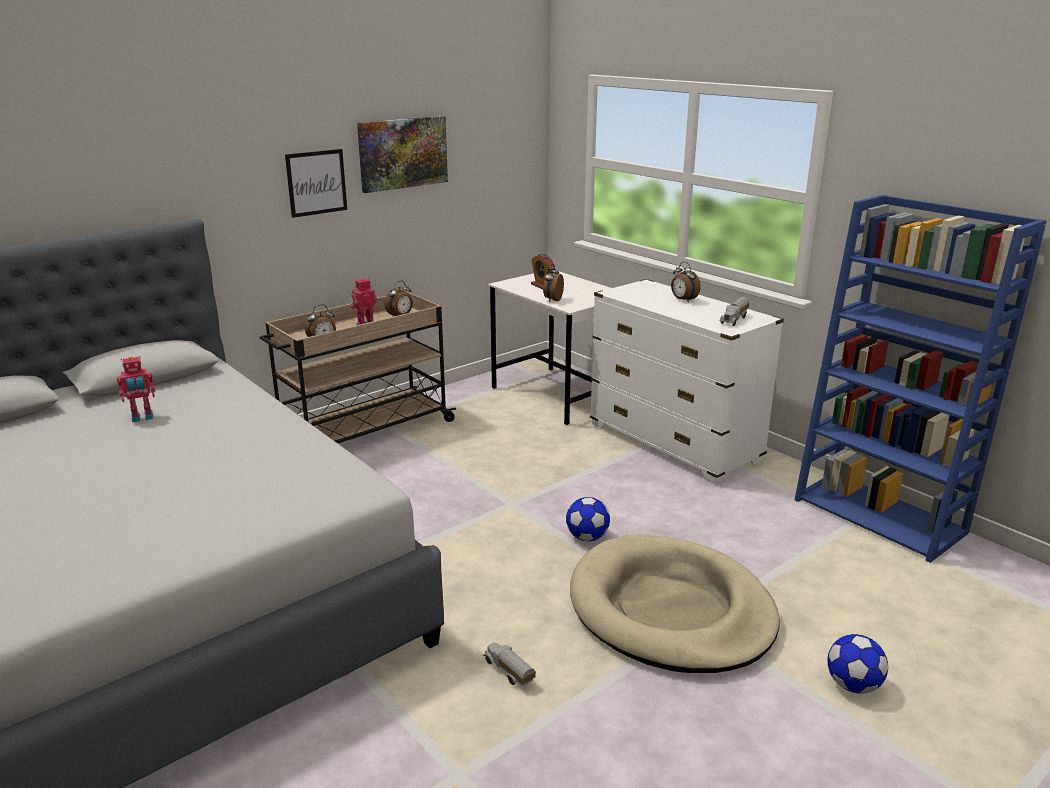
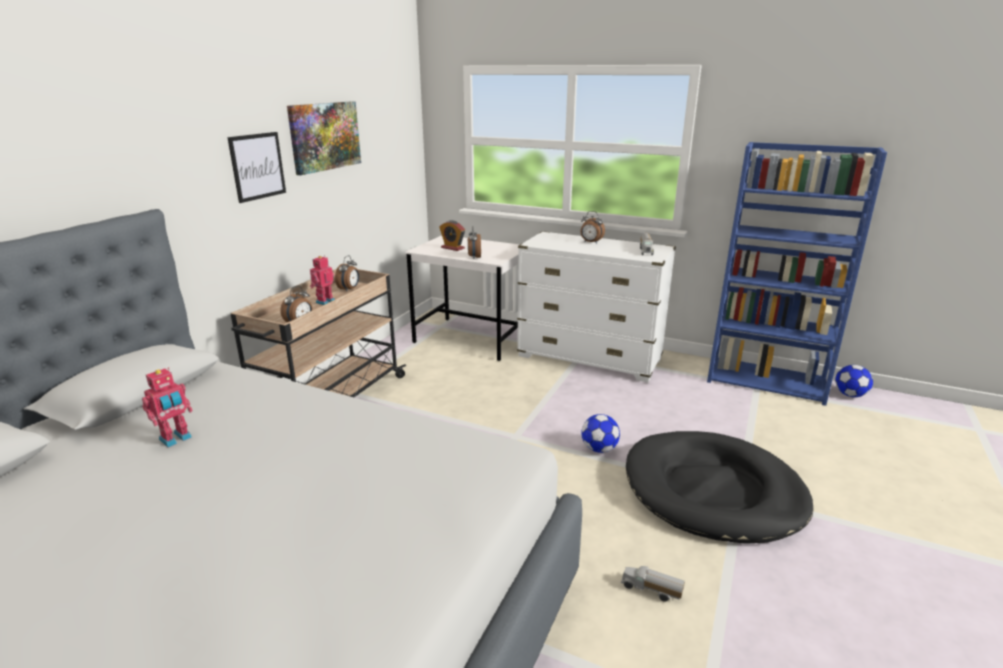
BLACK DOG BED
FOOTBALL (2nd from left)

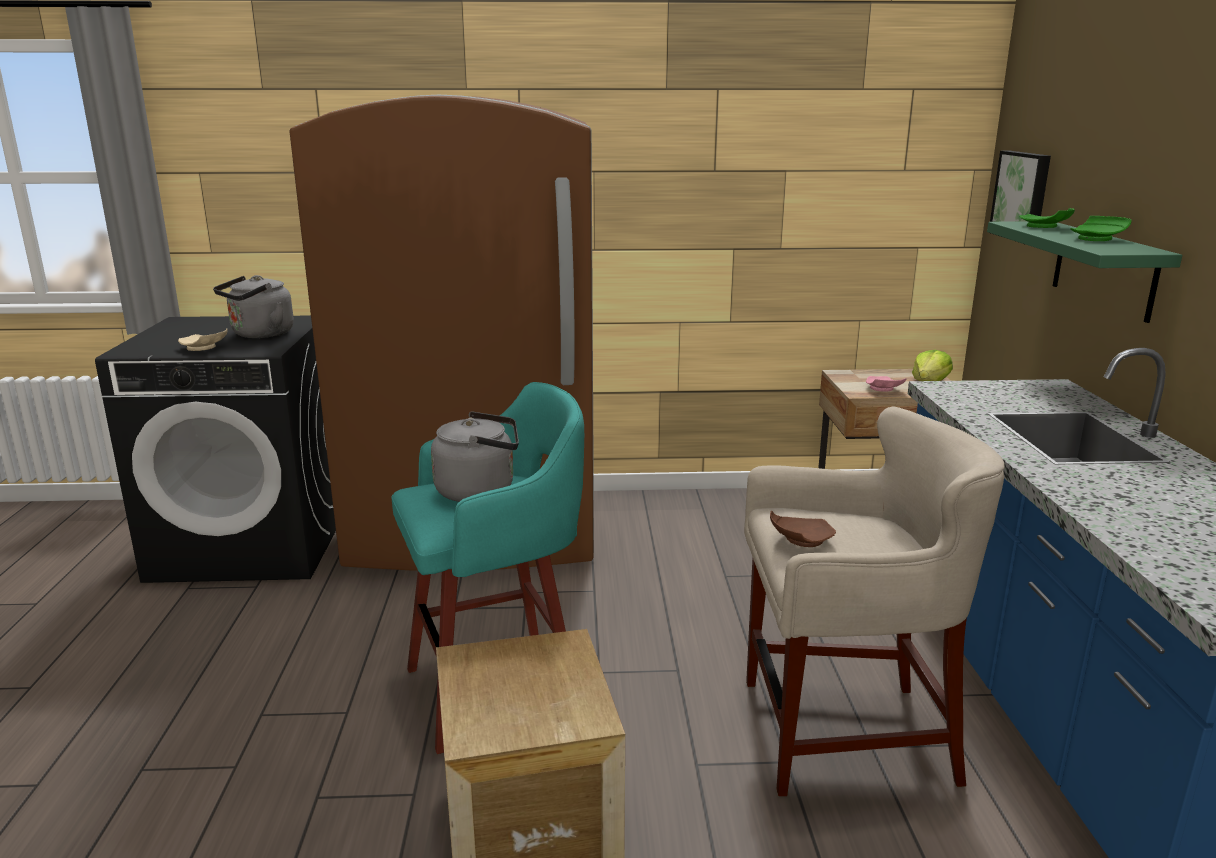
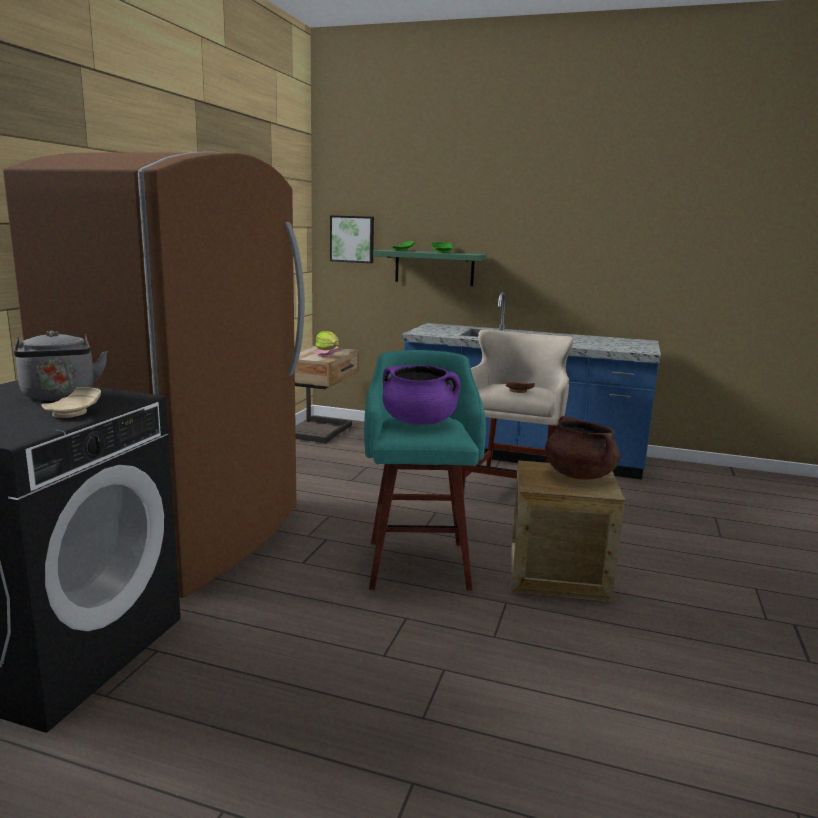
PURPLE COOKING POT
BROWN COOKING POT

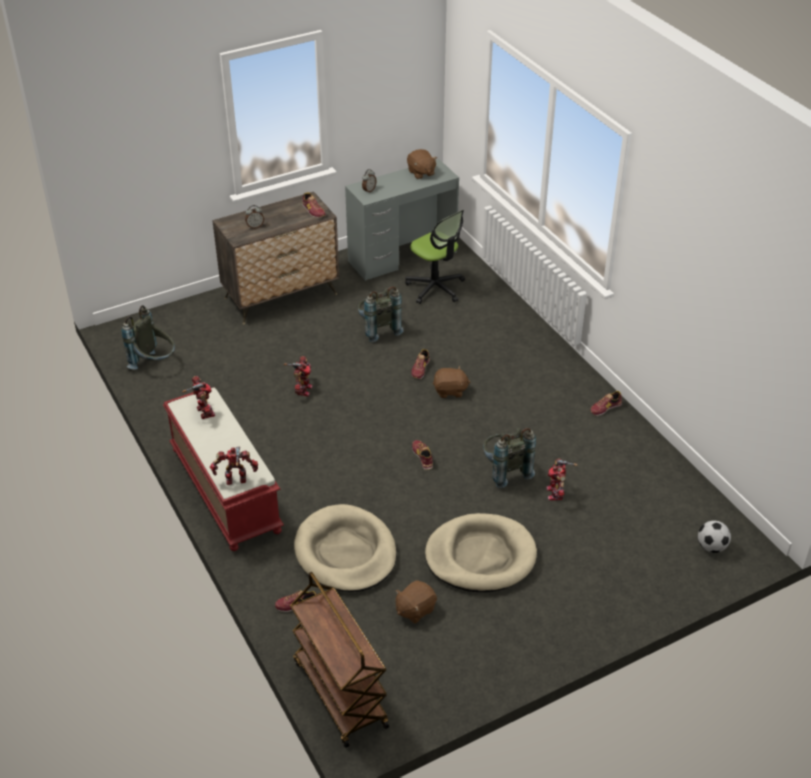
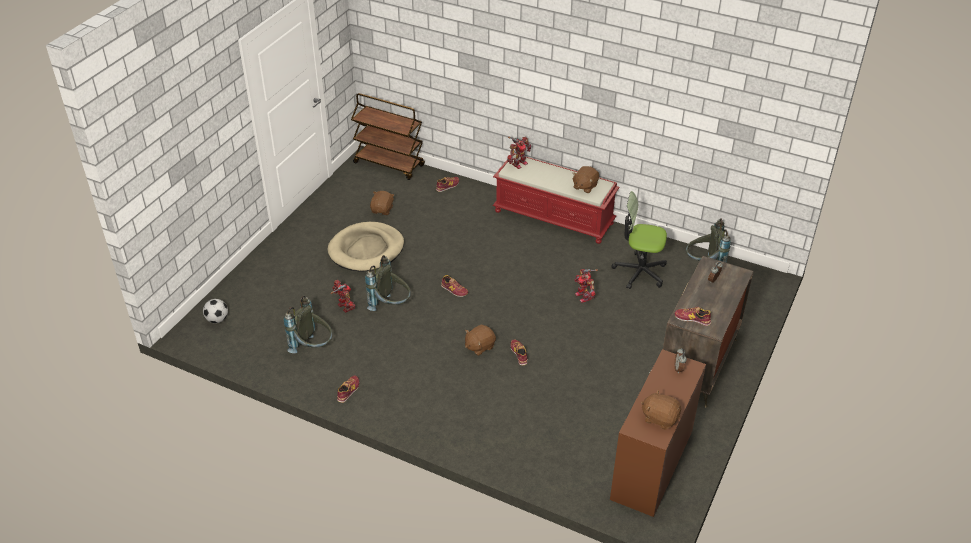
BROWN PLUSH TOY (3rd from left)
BEIGE DOG BED (1st from left in the first image)
BROWN DESK
GREY BACKPACK (1st from left)
OFFICE CHAIR

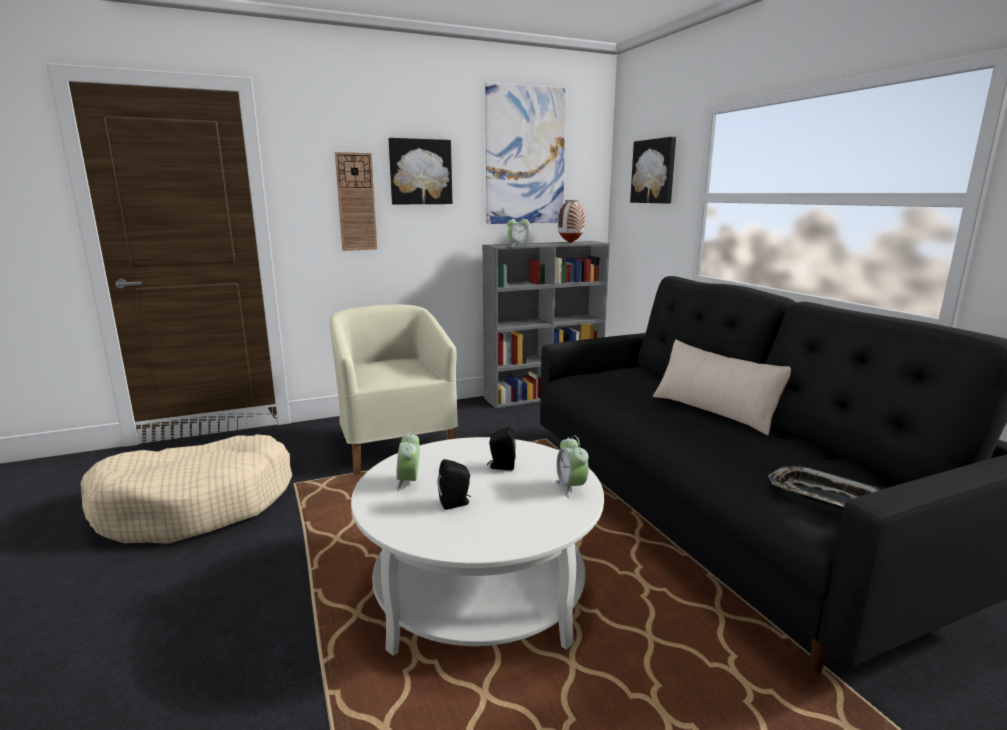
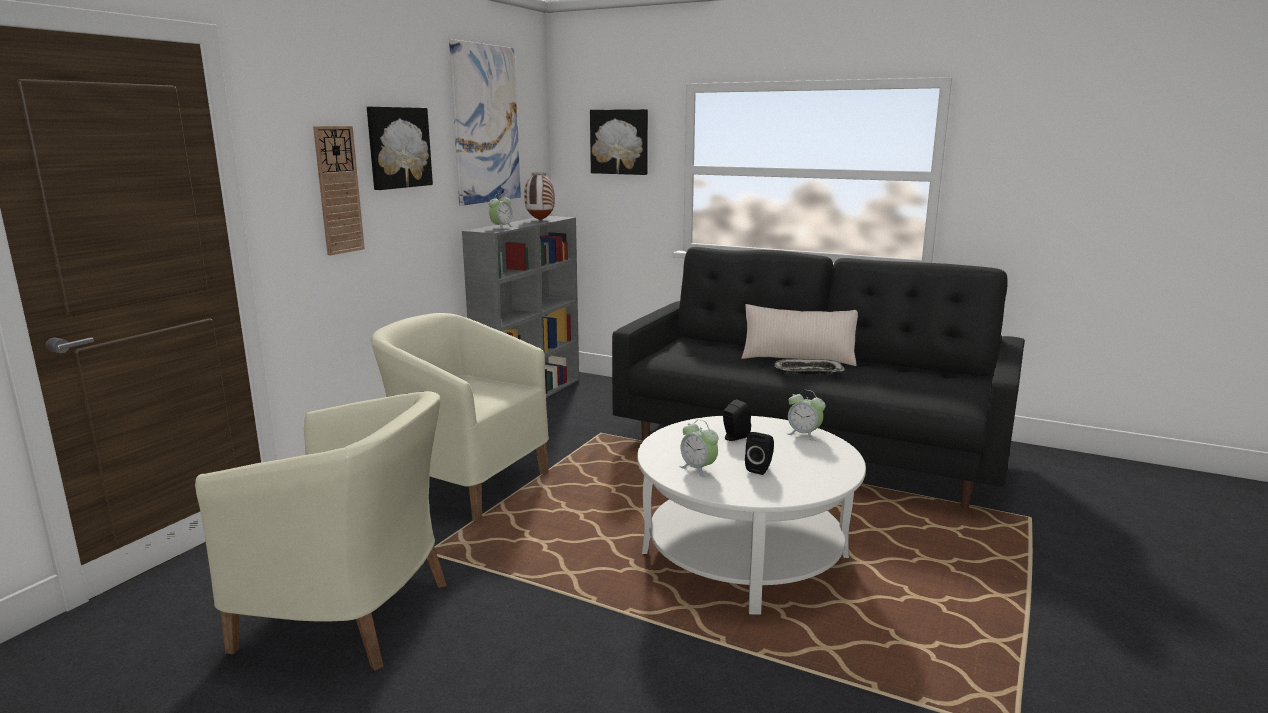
BEIGE ARMCHAIR (1st from left)
TRAY

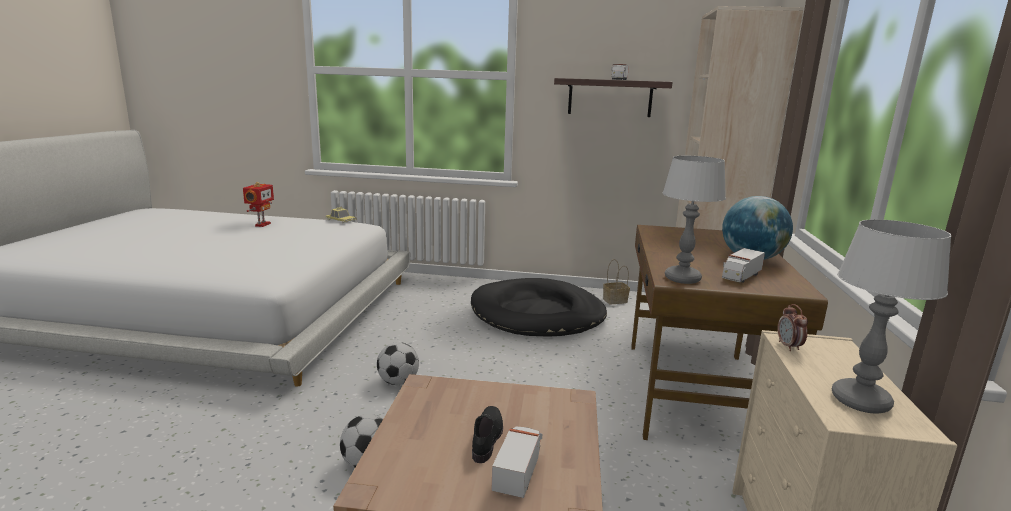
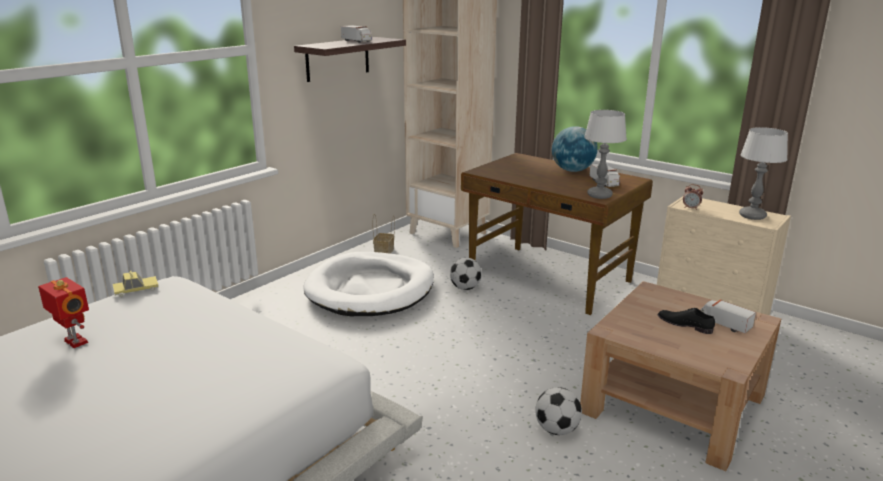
FOOTBALL (1st from left)
WHITE DOG BED

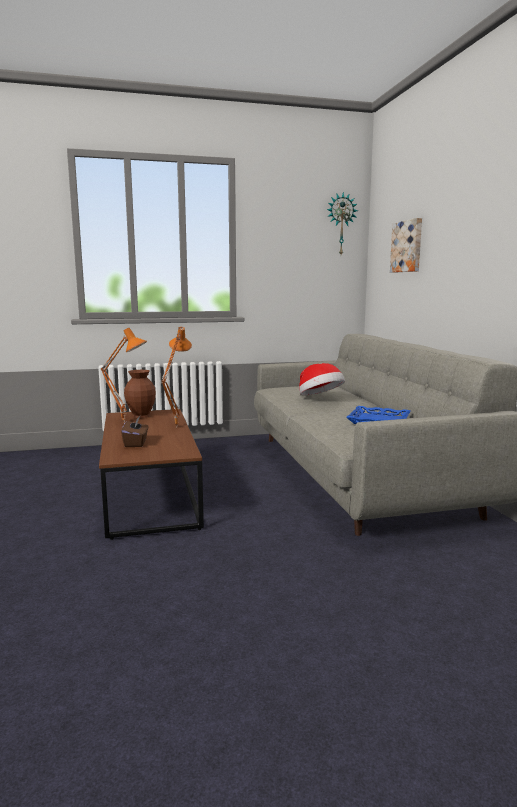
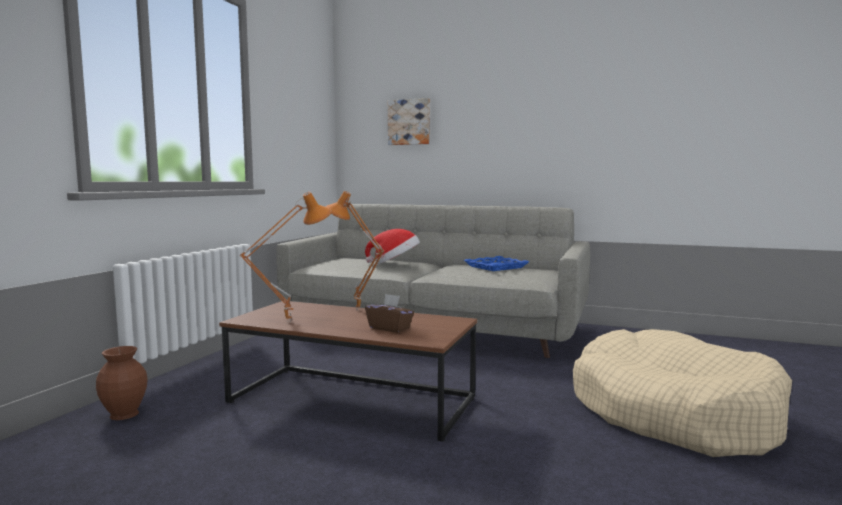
BROWN VASE
WALL CLOCK
BEIGE DOG BED

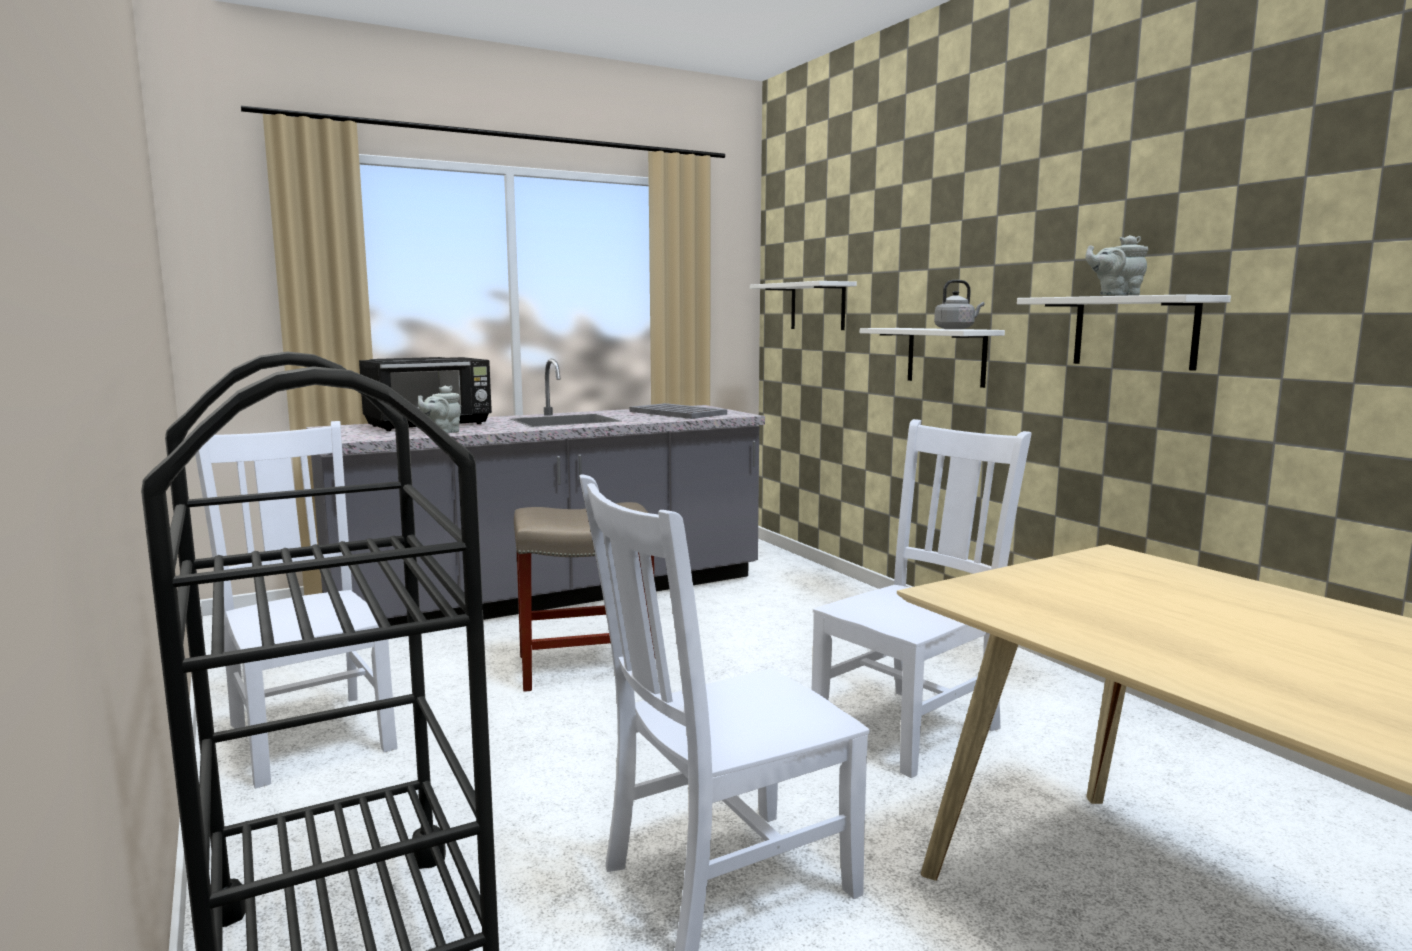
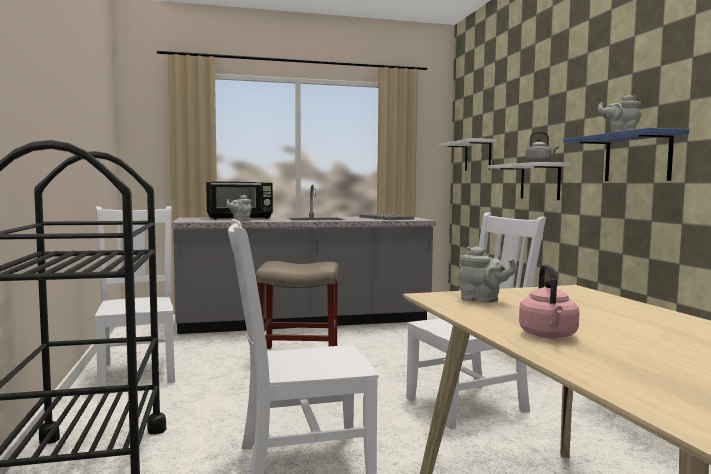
BLUE SHELF
GREY TEAPOT (2nd from left)
PINK KETTLE

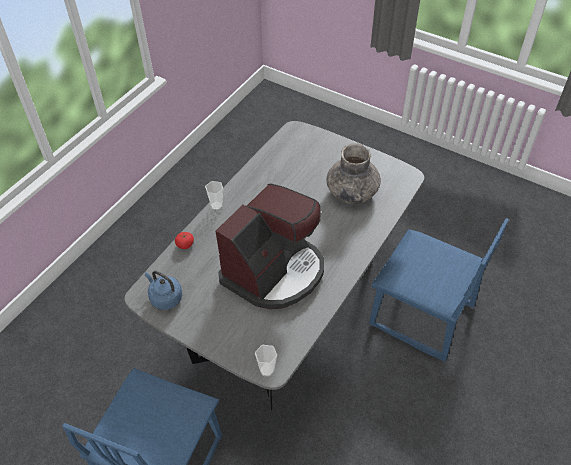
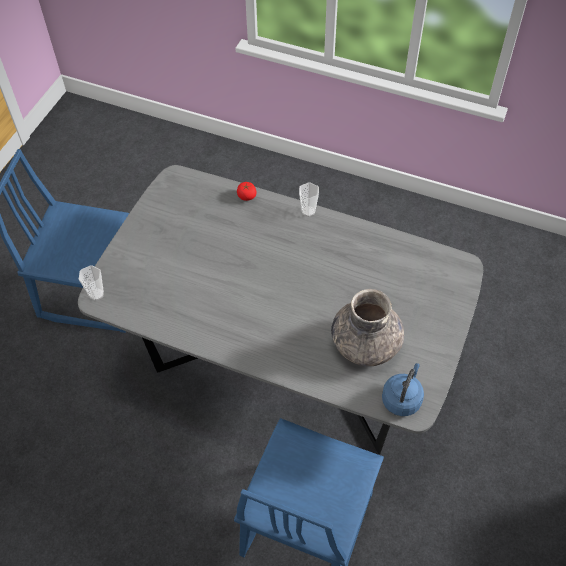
BLUE KETTLE
COFFEE MACHINE

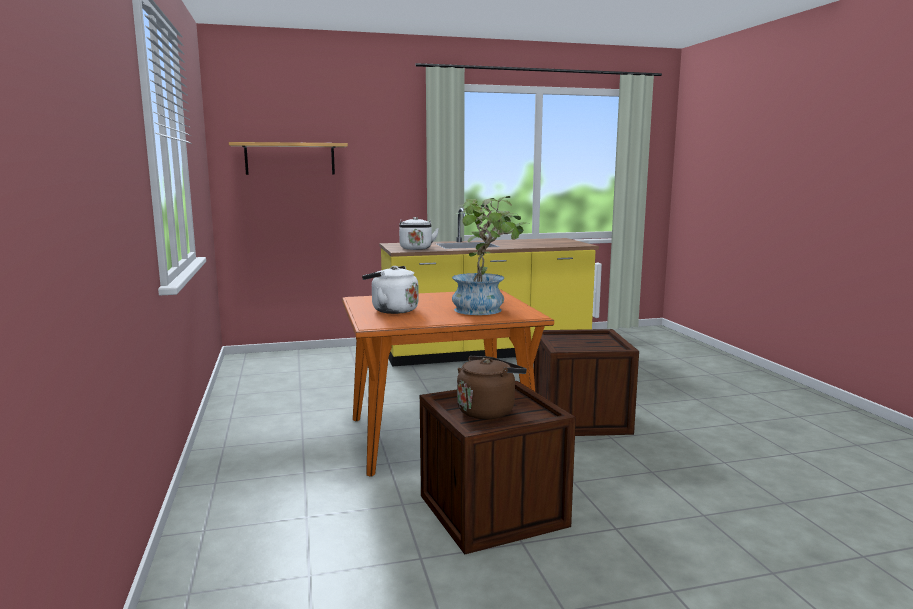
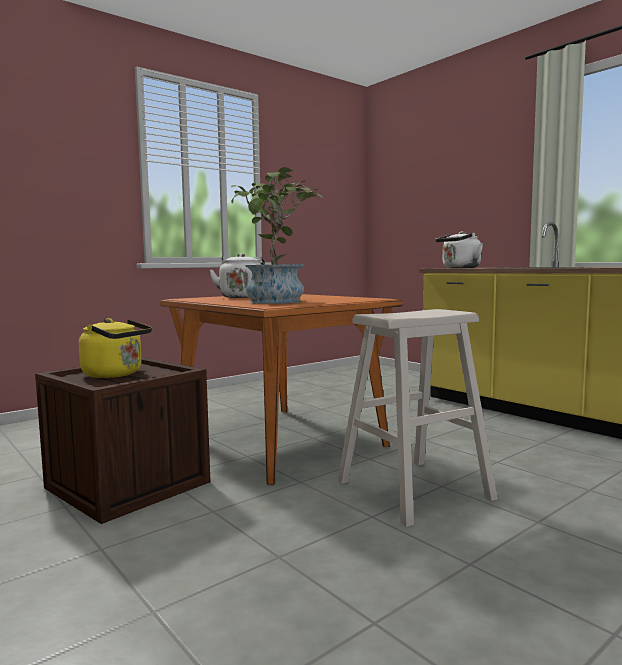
SHELF
YELLOW KETTLE
BEIGE STOOL

